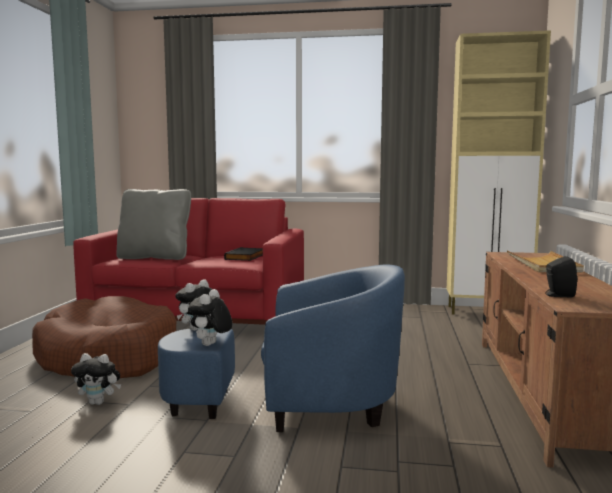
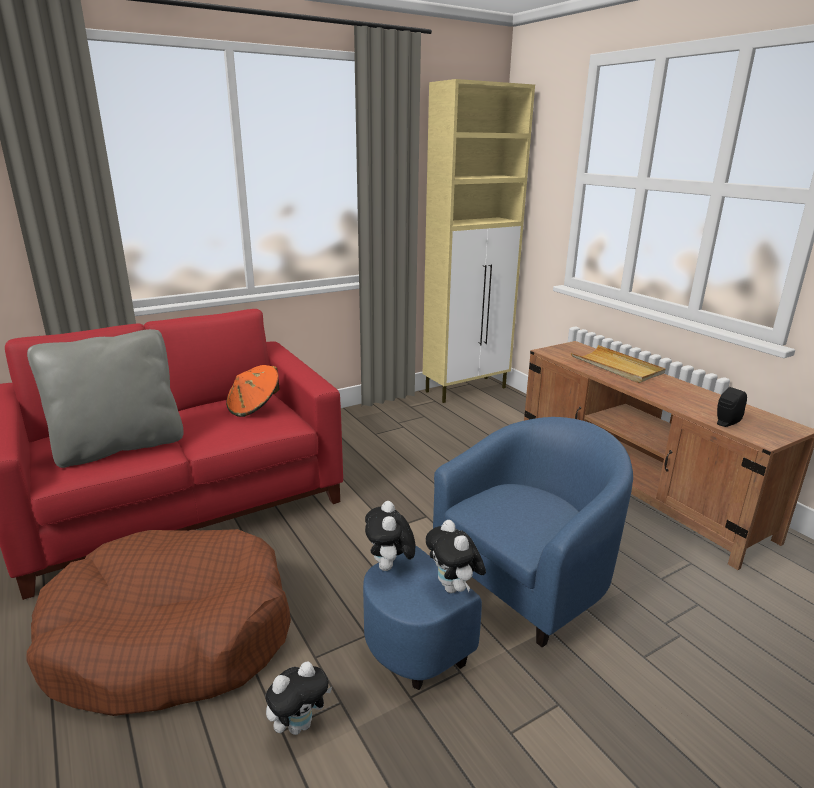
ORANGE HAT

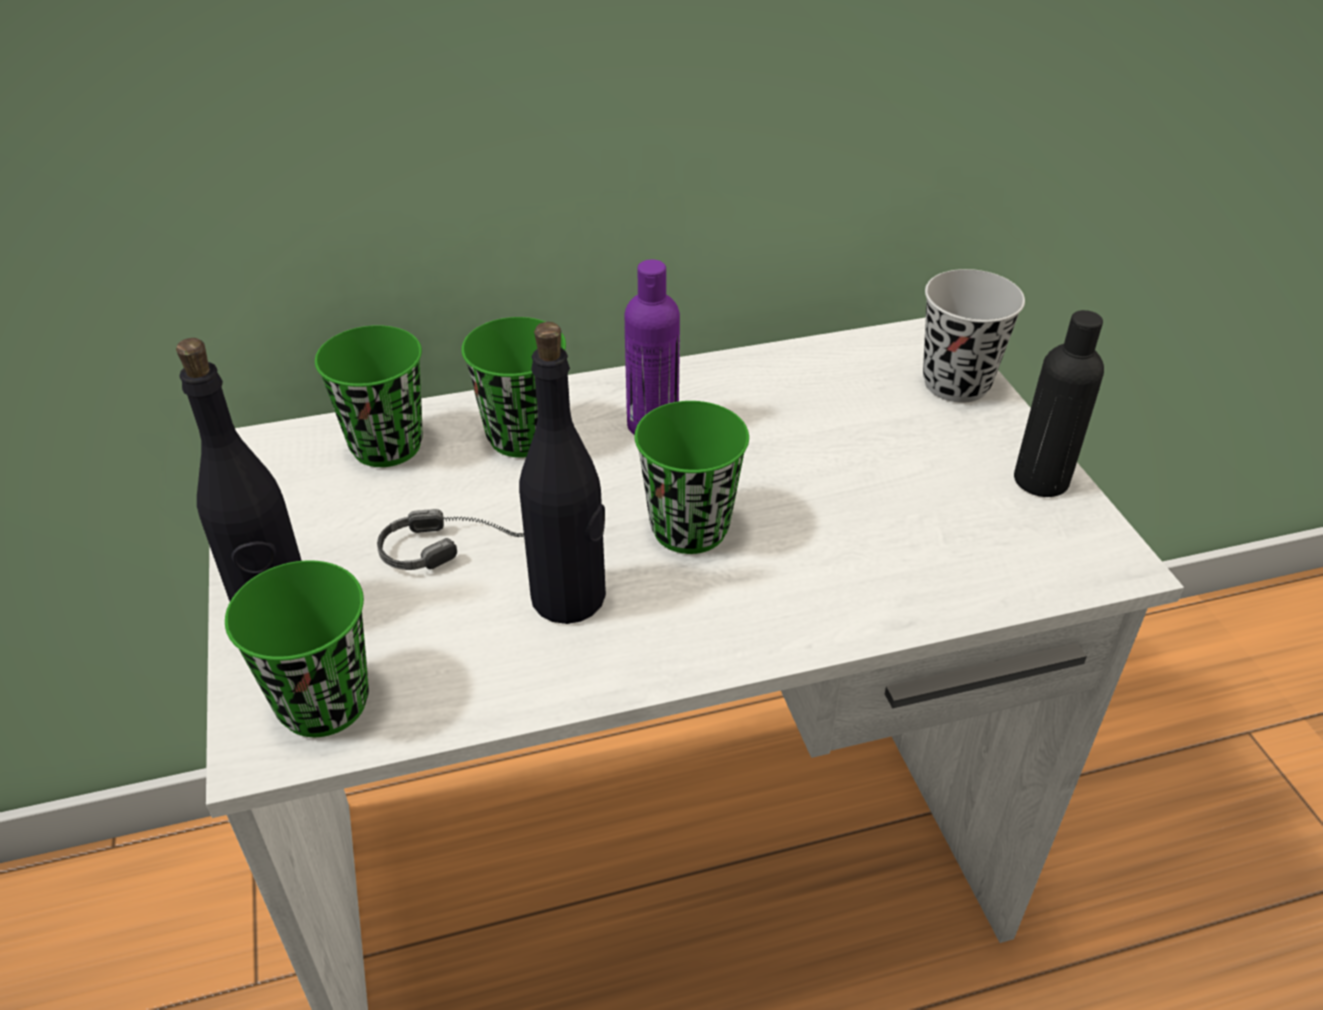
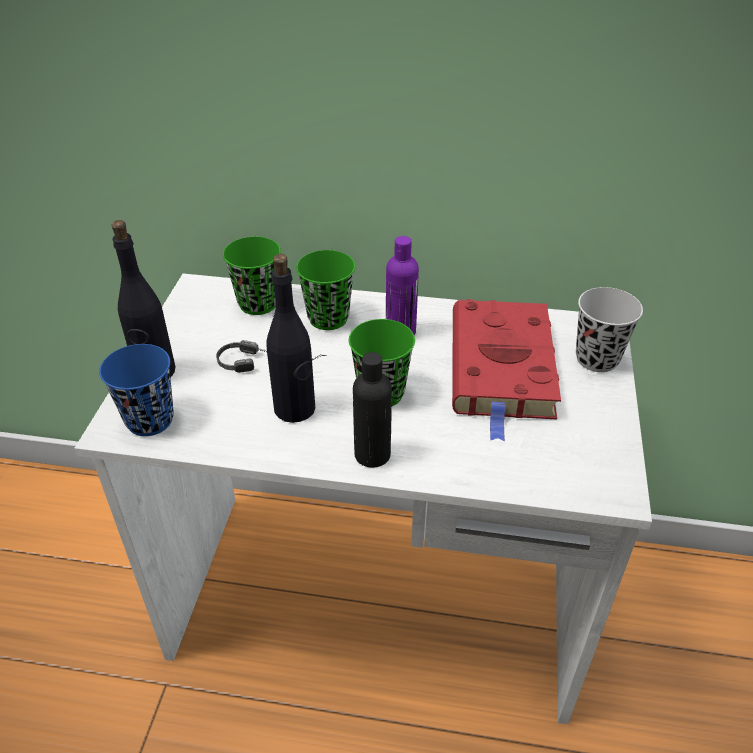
BLUE CUP
BLACK BOTTLE (3rd from left)
RED BOOK

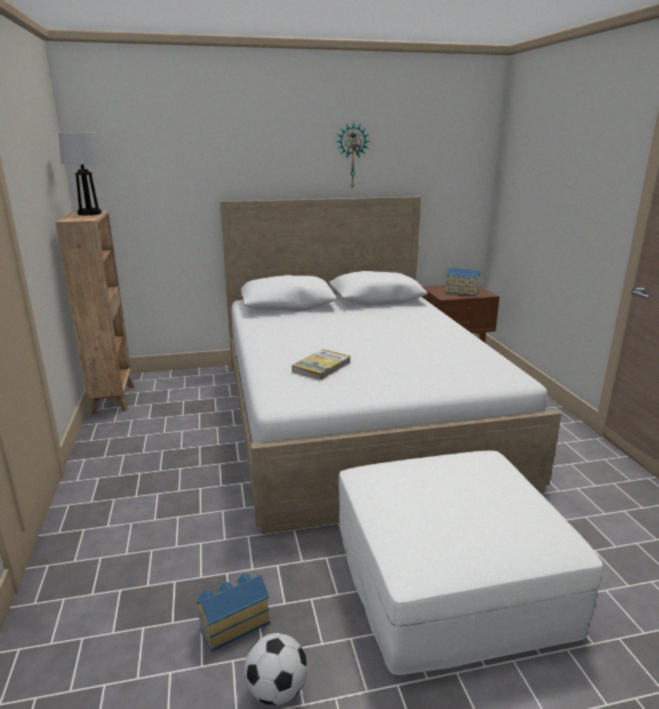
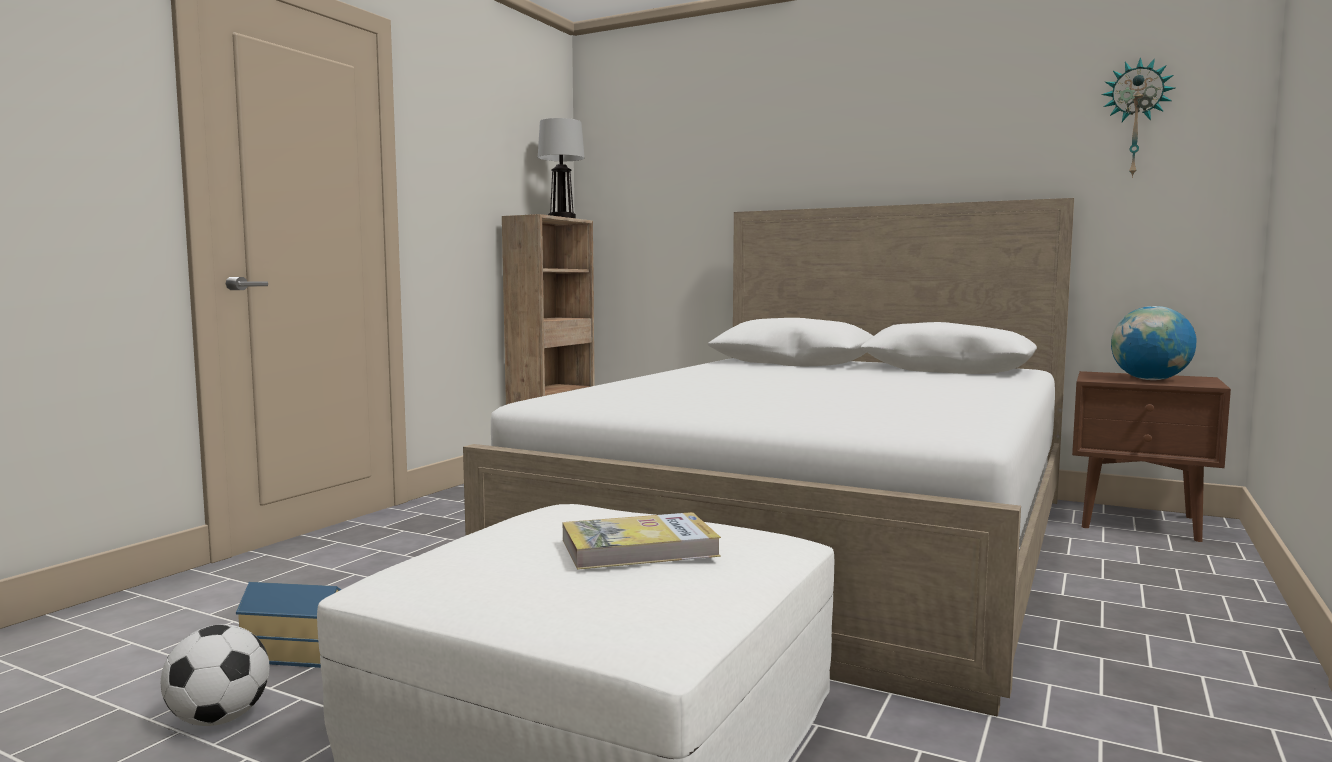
BOOK
WALL CLOCK
GLOBE

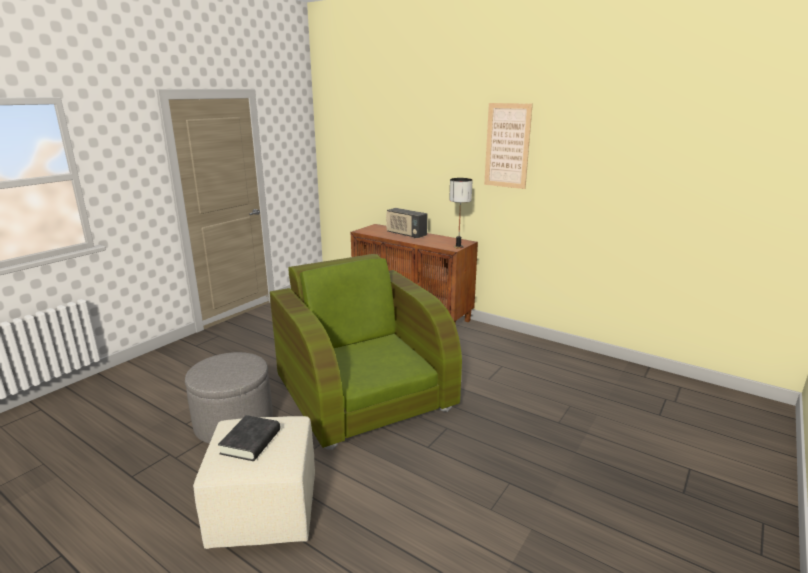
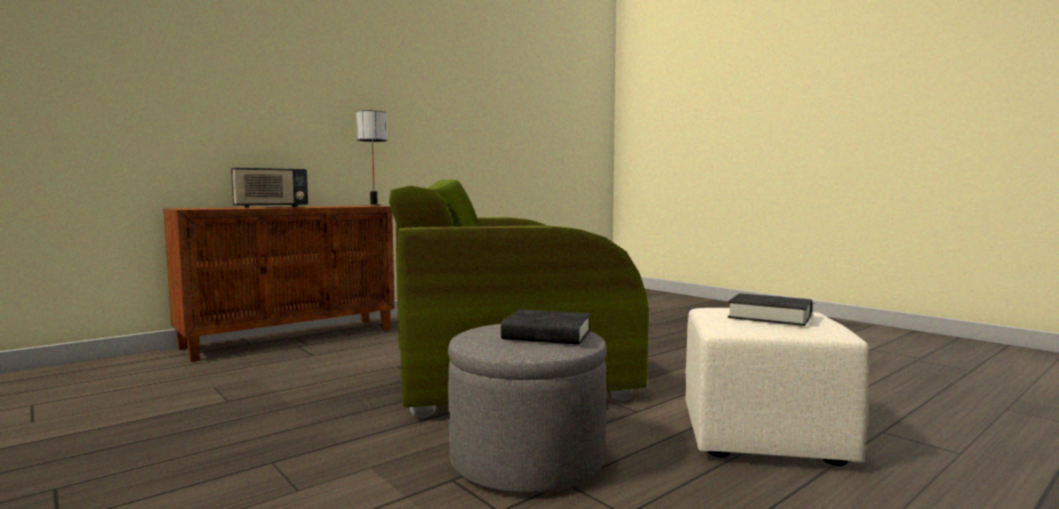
PICTURE
BLACK BOOK (1st from left)

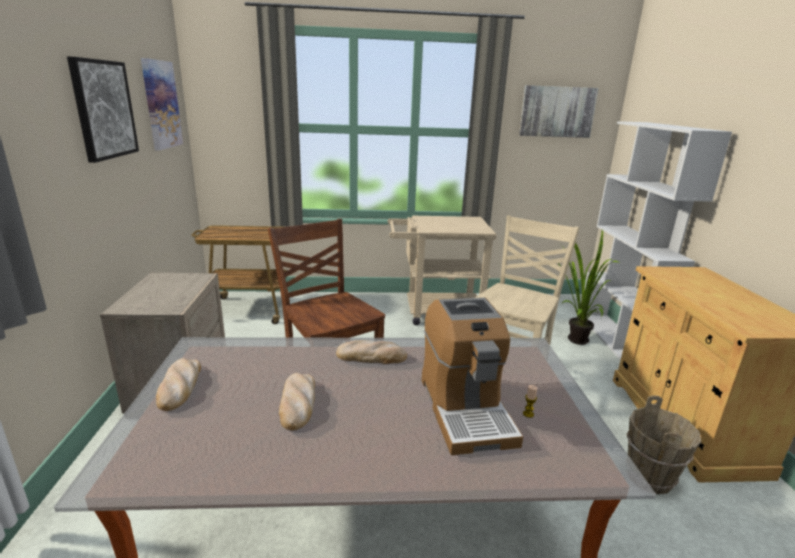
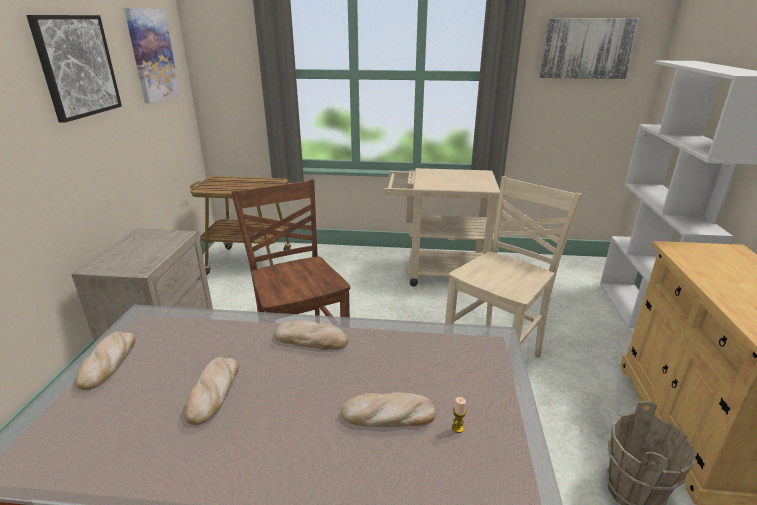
BREAD (4th from left)
POTTED PLANT

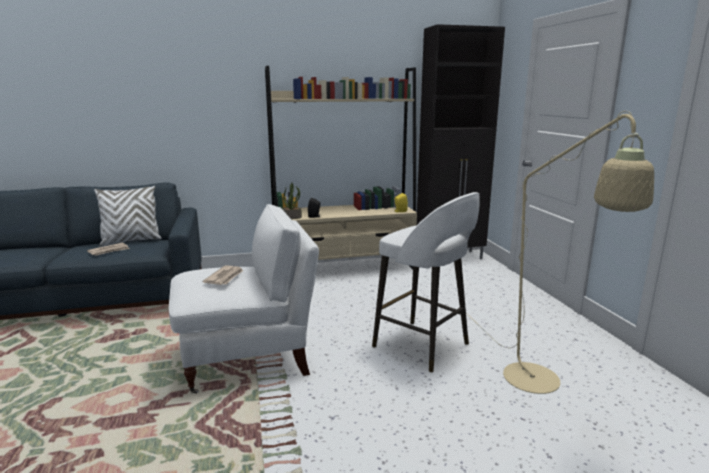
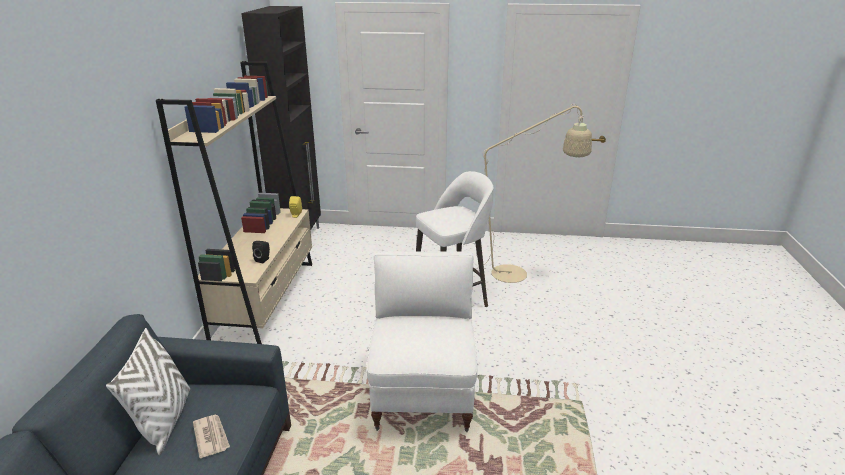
NEWSPAPER (2nd from left in the first image)
POTTED PLANT

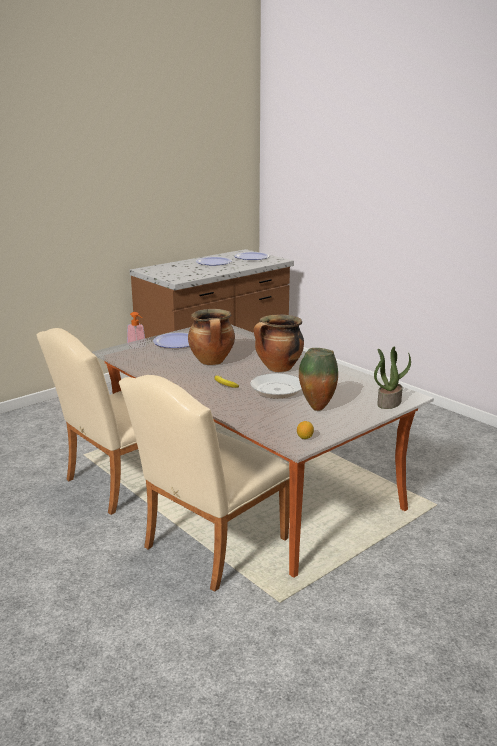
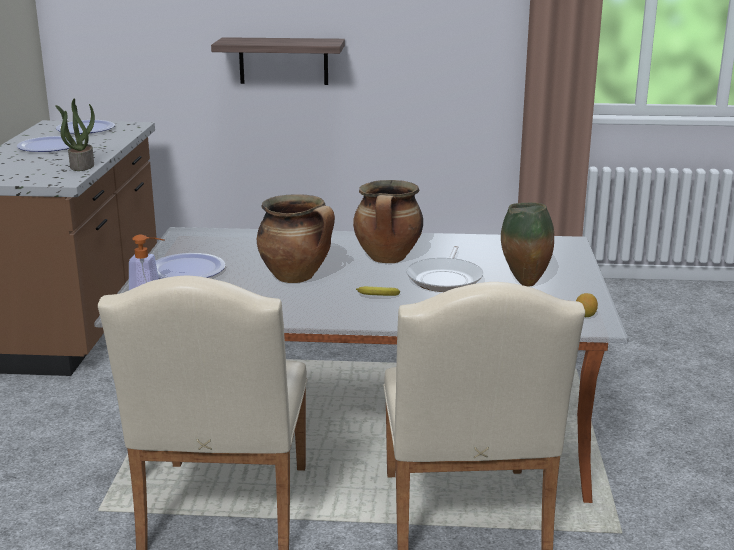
POTTED PLANT
SHELF

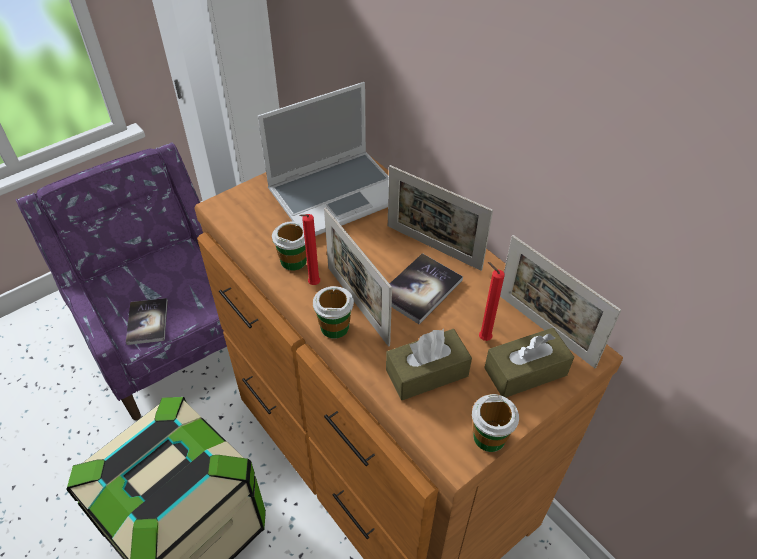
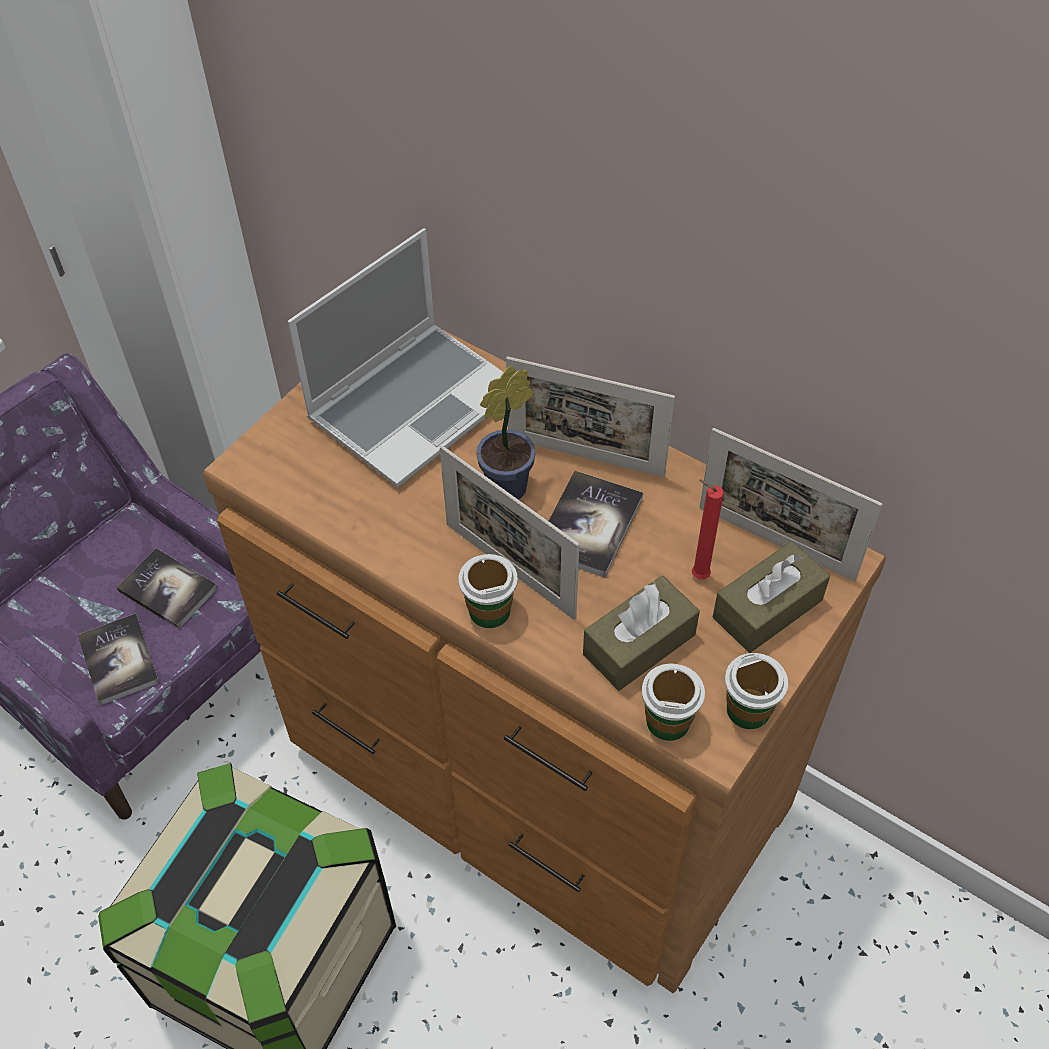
CUP (2nd from left)
RED CANDLE (1st from left in the first image)
BOOK (2nd from left)
POTTED PLANT

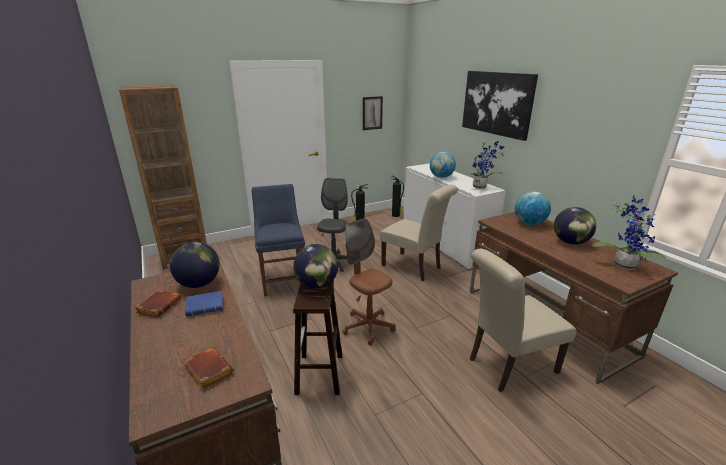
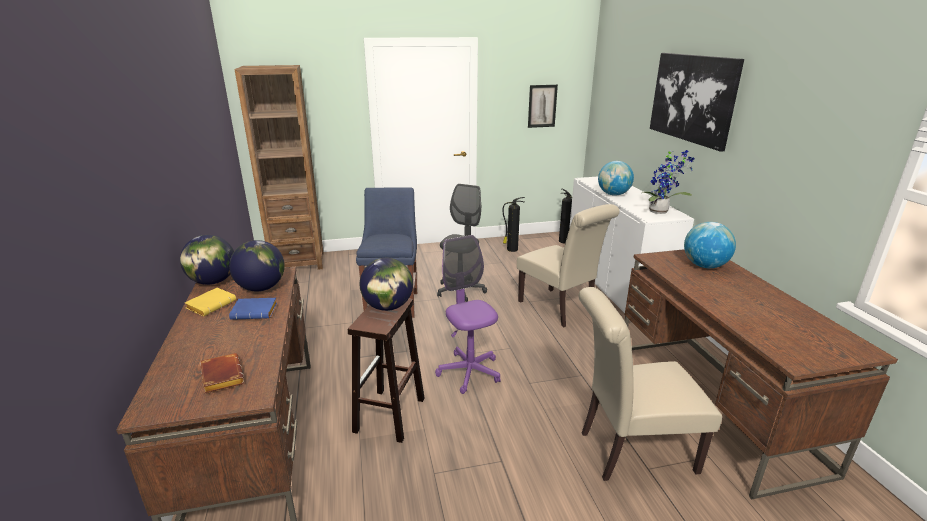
YELLOW BOOK
PURPLE OFFICE CHAIR
GLOBE (1st from left)
POTTED PLANT (2nd from left in the first image)

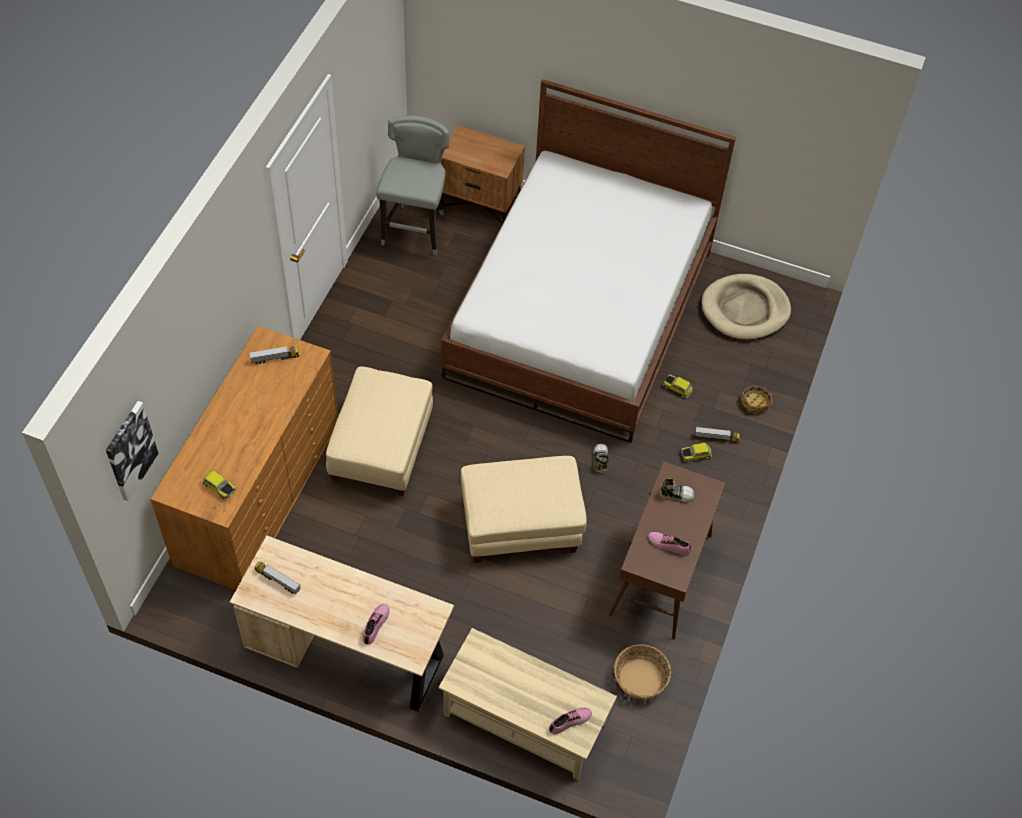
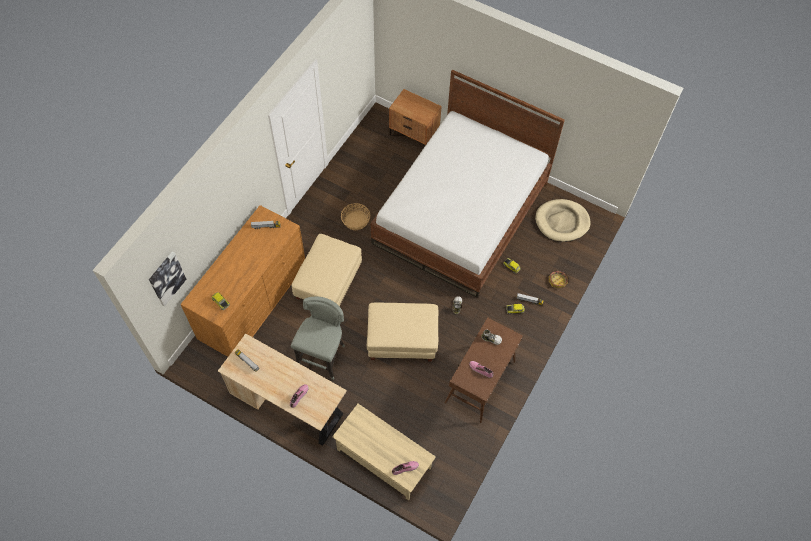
GREY STOOL
BASKET (1st from left)

